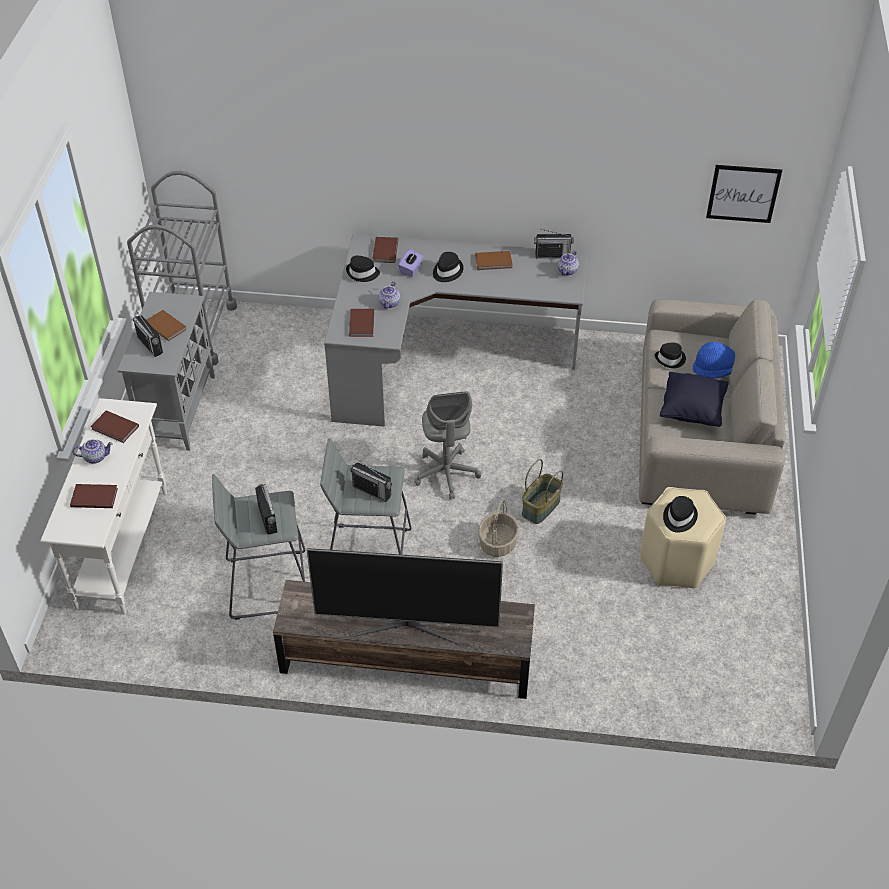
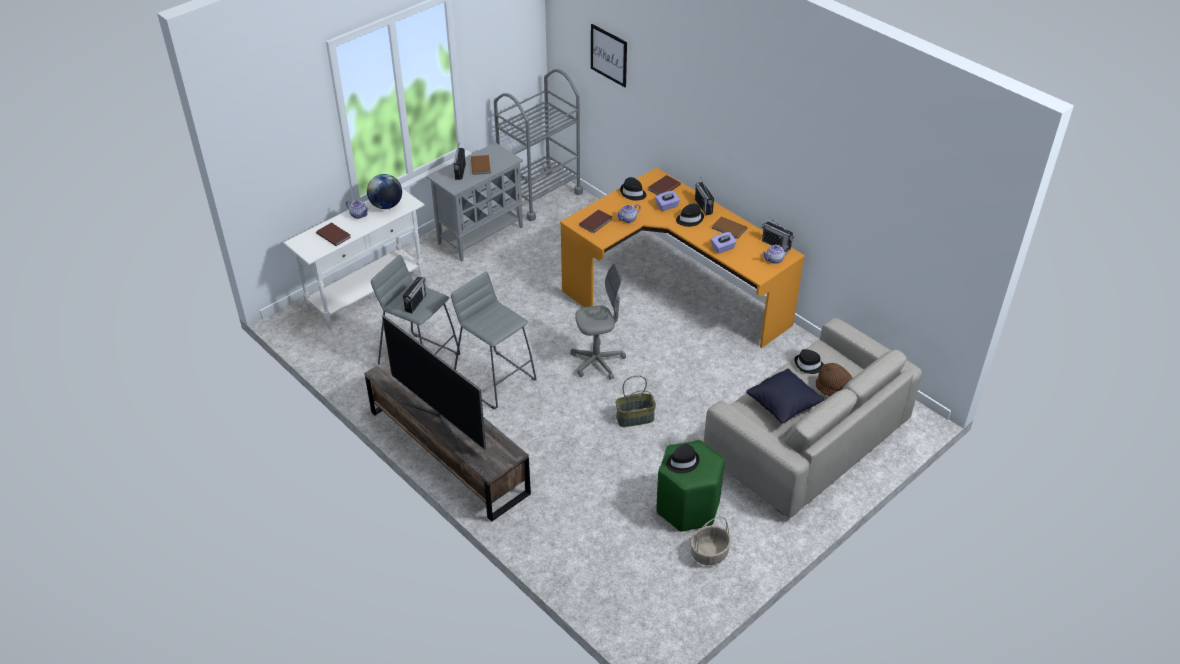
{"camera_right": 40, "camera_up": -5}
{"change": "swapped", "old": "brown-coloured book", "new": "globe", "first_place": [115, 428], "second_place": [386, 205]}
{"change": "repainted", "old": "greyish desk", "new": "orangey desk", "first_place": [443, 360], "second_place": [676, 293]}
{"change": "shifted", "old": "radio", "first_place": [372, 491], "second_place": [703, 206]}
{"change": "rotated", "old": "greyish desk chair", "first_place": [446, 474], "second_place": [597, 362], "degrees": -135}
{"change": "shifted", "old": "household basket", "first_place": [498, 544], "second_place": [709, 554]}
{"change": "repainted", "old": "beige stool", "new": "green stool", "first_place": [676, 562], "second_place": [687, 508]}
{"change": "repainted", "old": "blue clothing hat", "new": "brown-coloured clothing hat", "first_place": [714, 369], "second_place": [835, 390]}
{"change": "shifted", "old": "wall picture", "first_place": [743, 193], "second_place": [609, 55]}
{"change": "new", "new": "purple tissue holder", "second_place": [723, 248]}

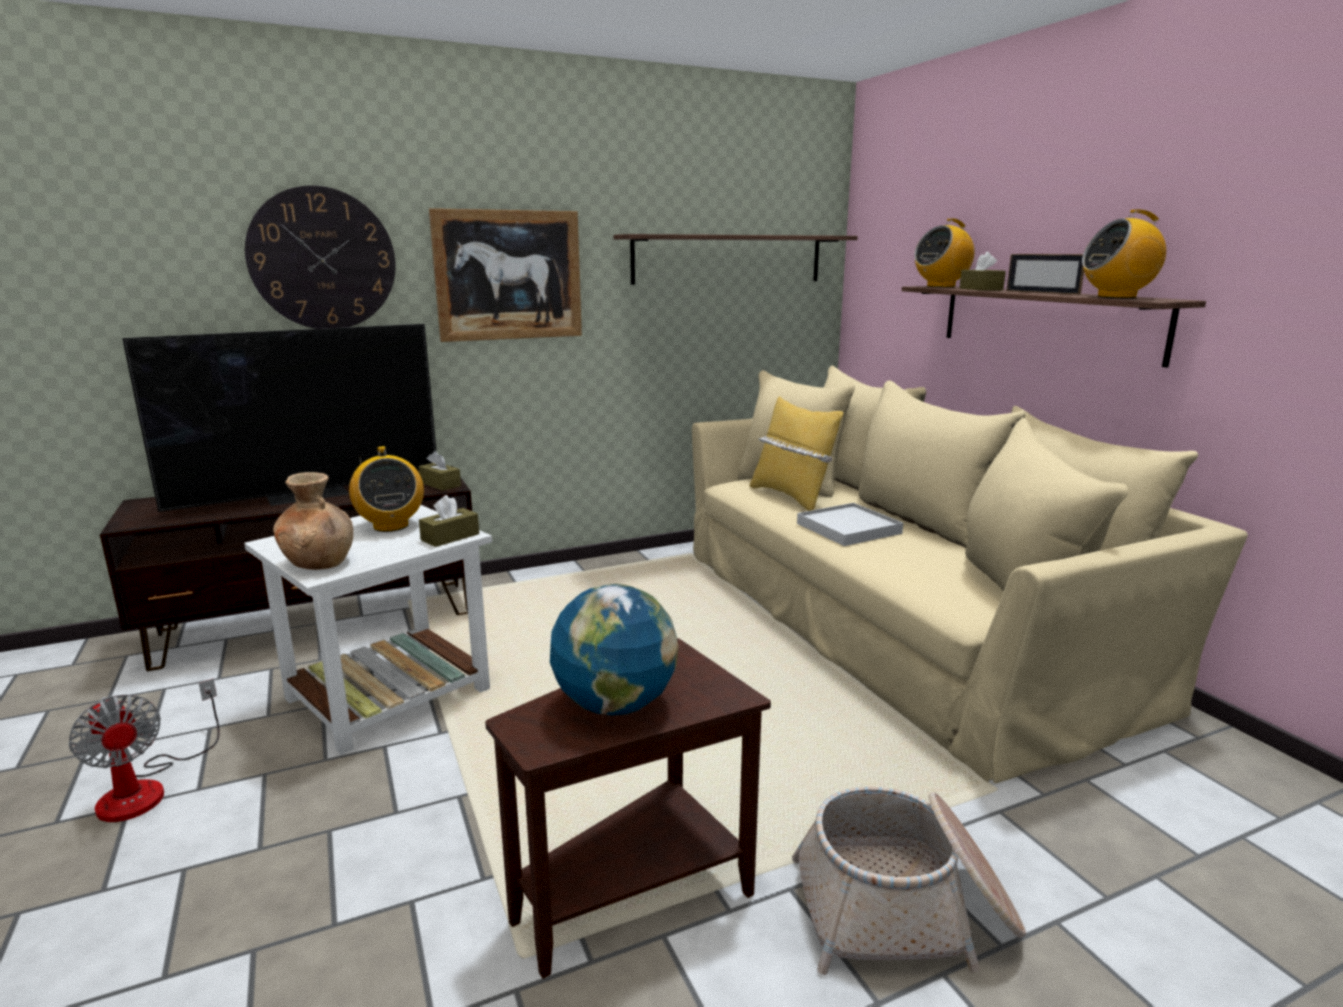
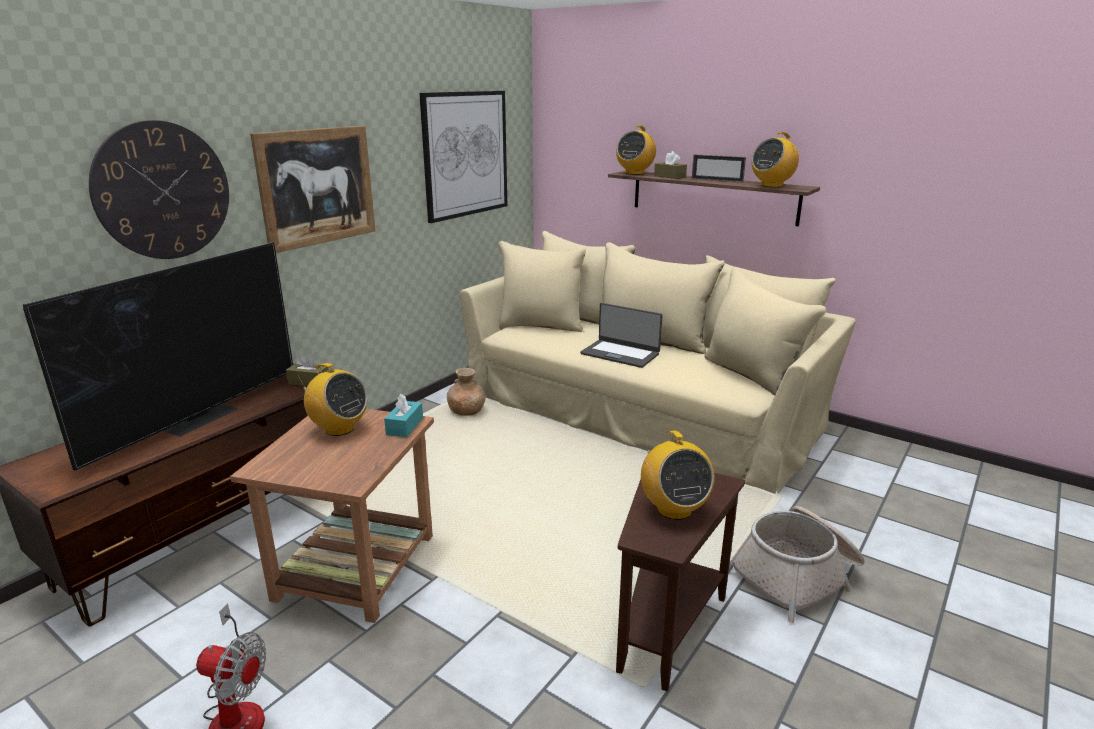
{"camera_right": -30, "camera_up": 5}
{"change": "repainted", "old": "white-coloured end table", "new": "brown-coloured end table", "first_place": [391, 693], "second_place": [357, 565]}
{"change": "shifted", "old": "brown-coloured vase", "first_place": [319, 563], "second_place": [467, 411]}
{"change": "repainted", "old": "brown-coloured tissue holder", "new": "turquoise tissue holder", "first_place": [450, 537], "second_place": [404, 426]}
{"change": "swapped", "old": "globe", "new": "radio", "first_place": [615, 704], "second_place": [673, 509]}
{"change": "swapped", "old": "wall shelf", "new": "wall picture", "first_place": [728, 259], "second_place": [465, 154]}
{"change": "gone", "old": "yellowish pillow", "first_place": [791, 497]}
{"change": "swapped", "old": "white-coloured tray", "new": "notebook computer", "first_place": [849, 528], "second_place": [620, 353]}

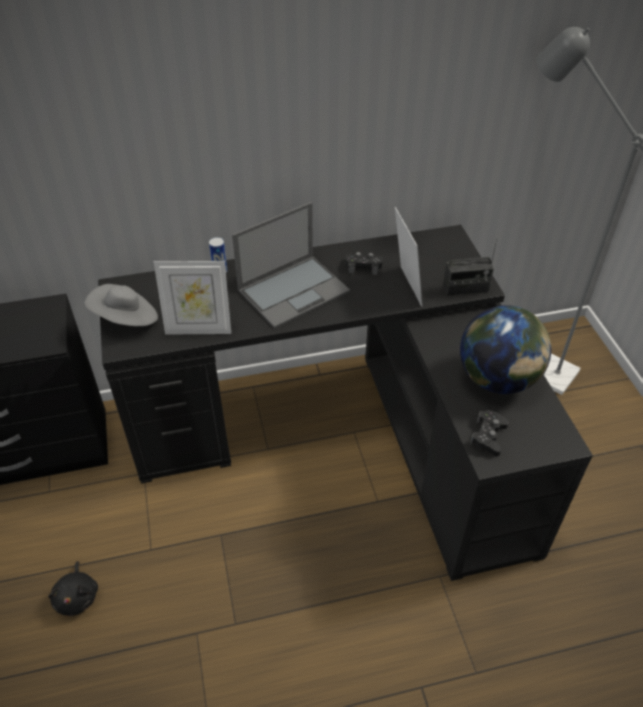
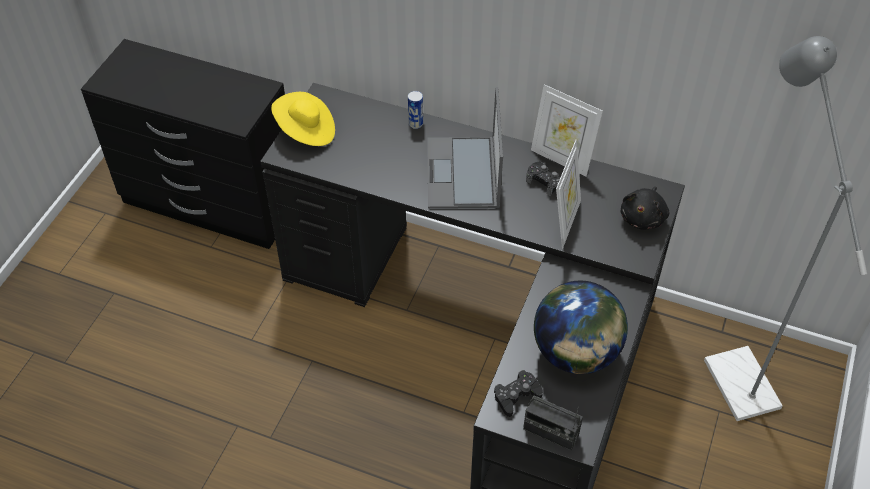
{"camera_right": 35, "camera_up": 5}
{"change": "shifted", "old": "black-coloured plush toy", "first_place": [77, 596], "second_place": [643, 217]}
{"change": "repainted", "old": "greyish clothing hat", "new": "yellowish clothing hat", "first_place": [126, 319], "second_place": [306, 131]}
{"change": "shifted", "old": "picture frame", "first_place": [199, 329], "second_place": [561, 159]}
{"change": "rotated", "old": "notebook computer", "first_place": [294, 290], "second_place": [463, 174], "degrees": 90}
{"change": "shifted", "old": "radio", "first_place": [465, 289], "second_place": [550, 432]}

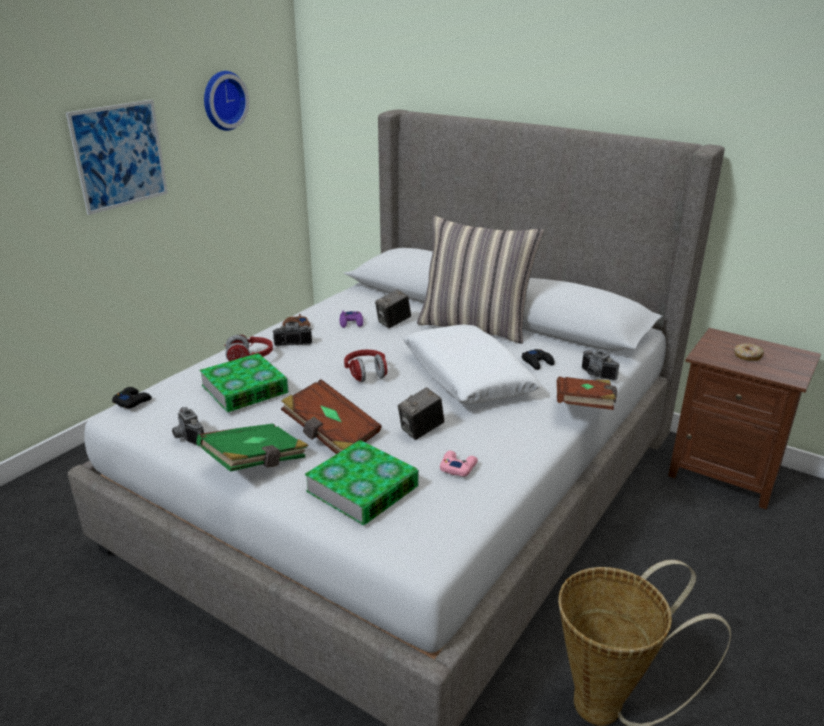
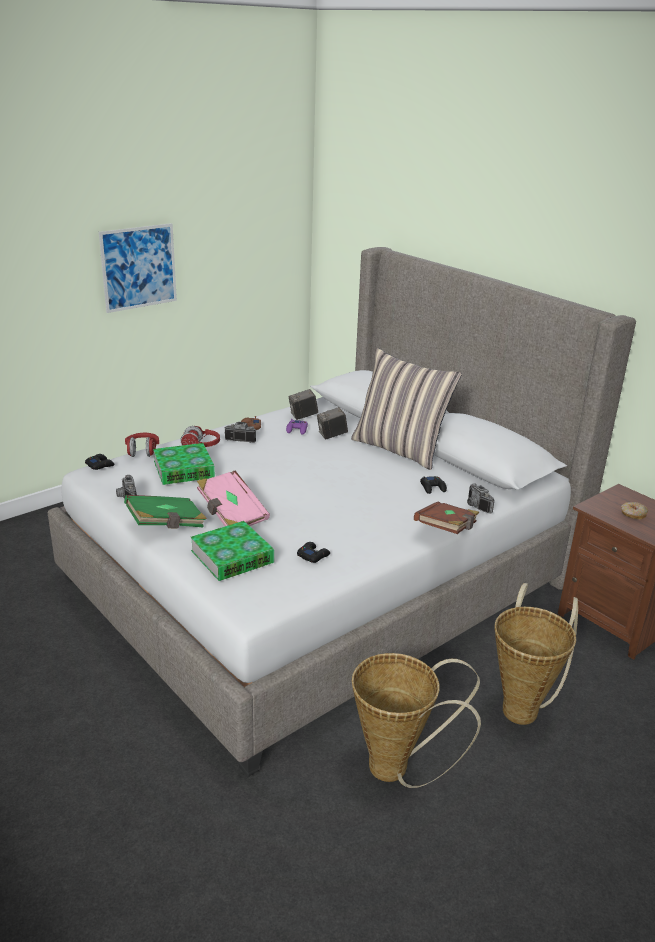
{"camera_right": 15, "camera_up": 0}
{"change": "gone", "old": "hanging clock", "first_place": [222, 100]}
{"change": "repainted", "old": "brown-coloured book", "new": "pink-coloured book", "first_place": [331, 434], "second_place": [231, 514]}
{"change": "shifted", "old": "red-coloured pair of headphones", "first_place": [366, 374], "second_place": [142, 451]}
{"change": "shifted", "old": "still camera", "first_place": [421, 431], "second_place": [303, 416]}
{"change": "gone", "old": "white-coloured pillow", "first_place": [467, 377]}
{"change": "repainted", "old": "pink-coloured gamepad", "new": "black-coloured gamepad", "first_place": [458, 467], "second_place": [313, 555]}
{"change": "new", "new": "household basket", "second_place": [522, 707]}

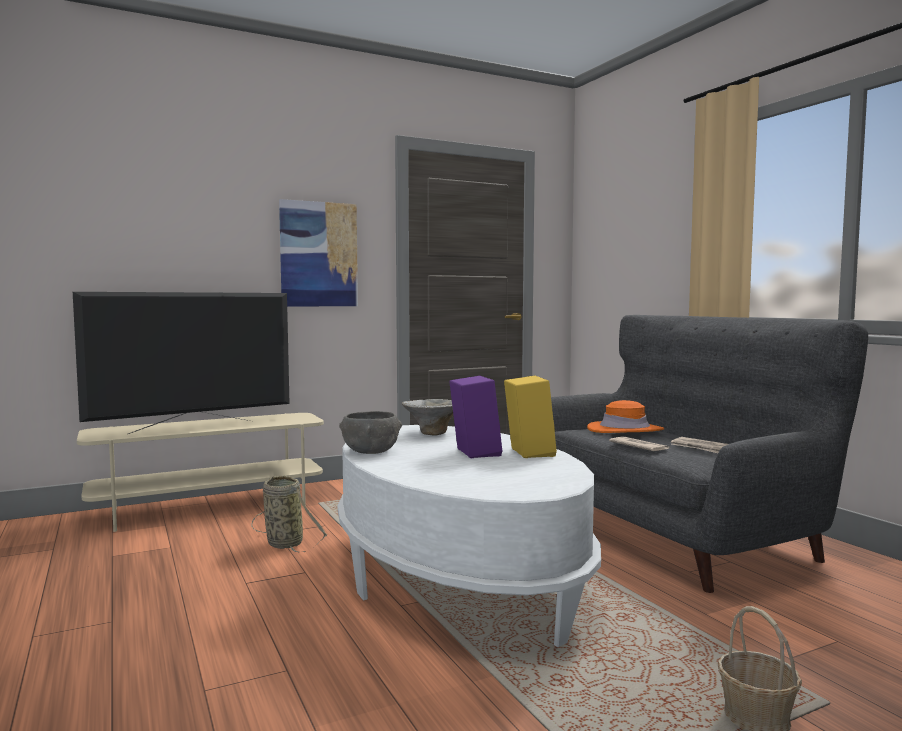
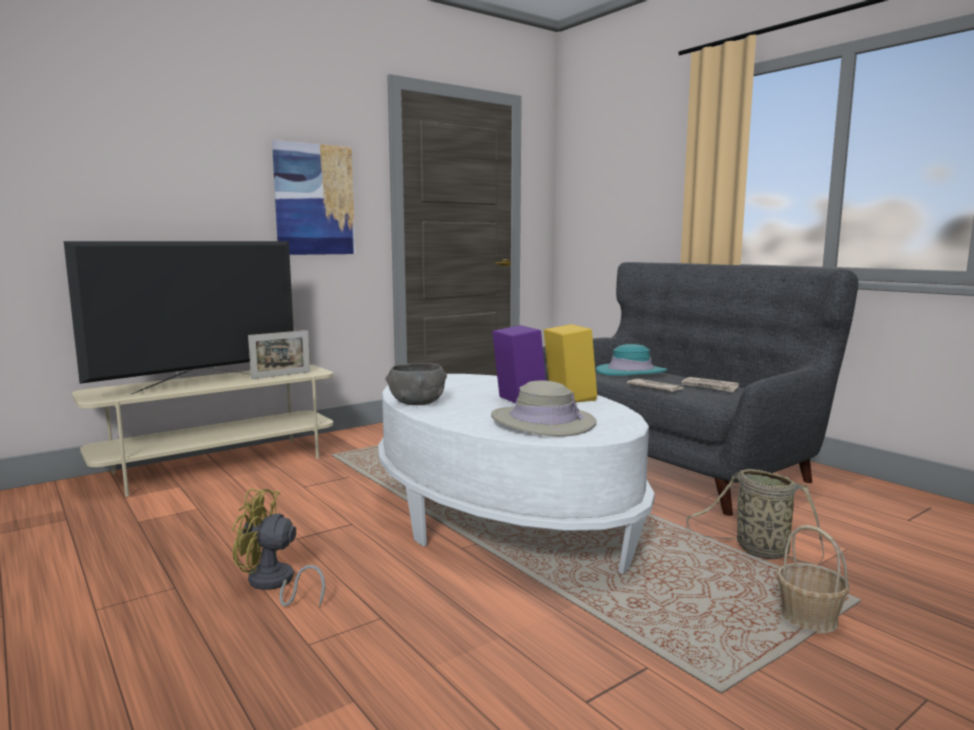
{"camera_right": -10, "camera_up": 5}
{"change": "shifted", "old": "household basket", "first_place": [283, 543], "second_place": [757, 550]}
{"change": "gone", "old": "serving bowl", "first_place": [432, 433]}
{"change": "repainted", "old": "orangey clothing hat", "new": "turquoise clothing hat", "first_place": [625, 430], "second_place": [631, 372]}
{"change": "new", "new": "yellowish fan", "second_place": [274, 584]}
{"change": "new", "new": "picture frame", "second_place": [281, 375]}
{"change": "new", "new": "beige clothing hat", "second_place": [543, 422]}

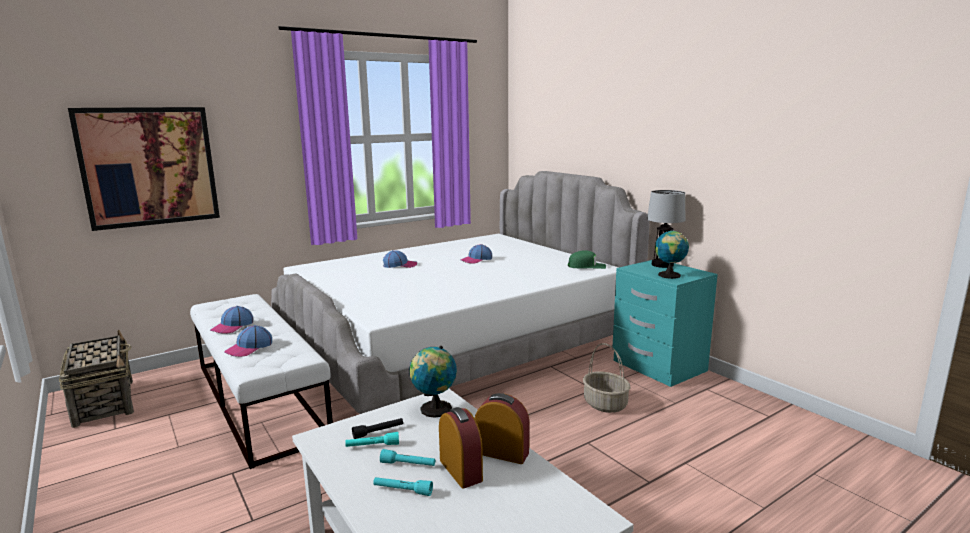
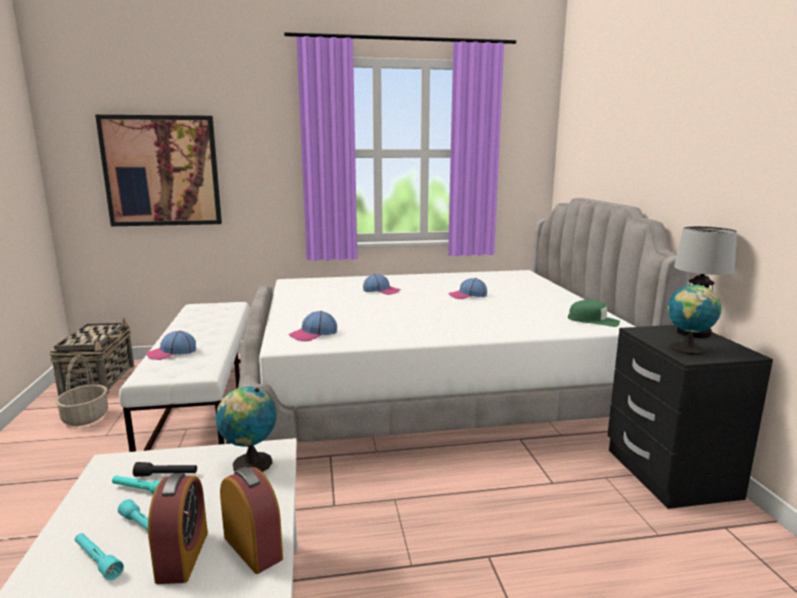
{"camera_right": 25, "camera_up": 0}
{"change": "shifted", "old": "cap", "first_place": [232, 326], "second_place": [313, 334]}
{"change": "shifted", "old": "household basket", "first_place": [604, 404], "second_place": [85, 417]}
{"change": "repainted", "old": "turquoise night table", "new": "black-coloured night table", "first_place": [658, 366], "second_place": [669, 474]}

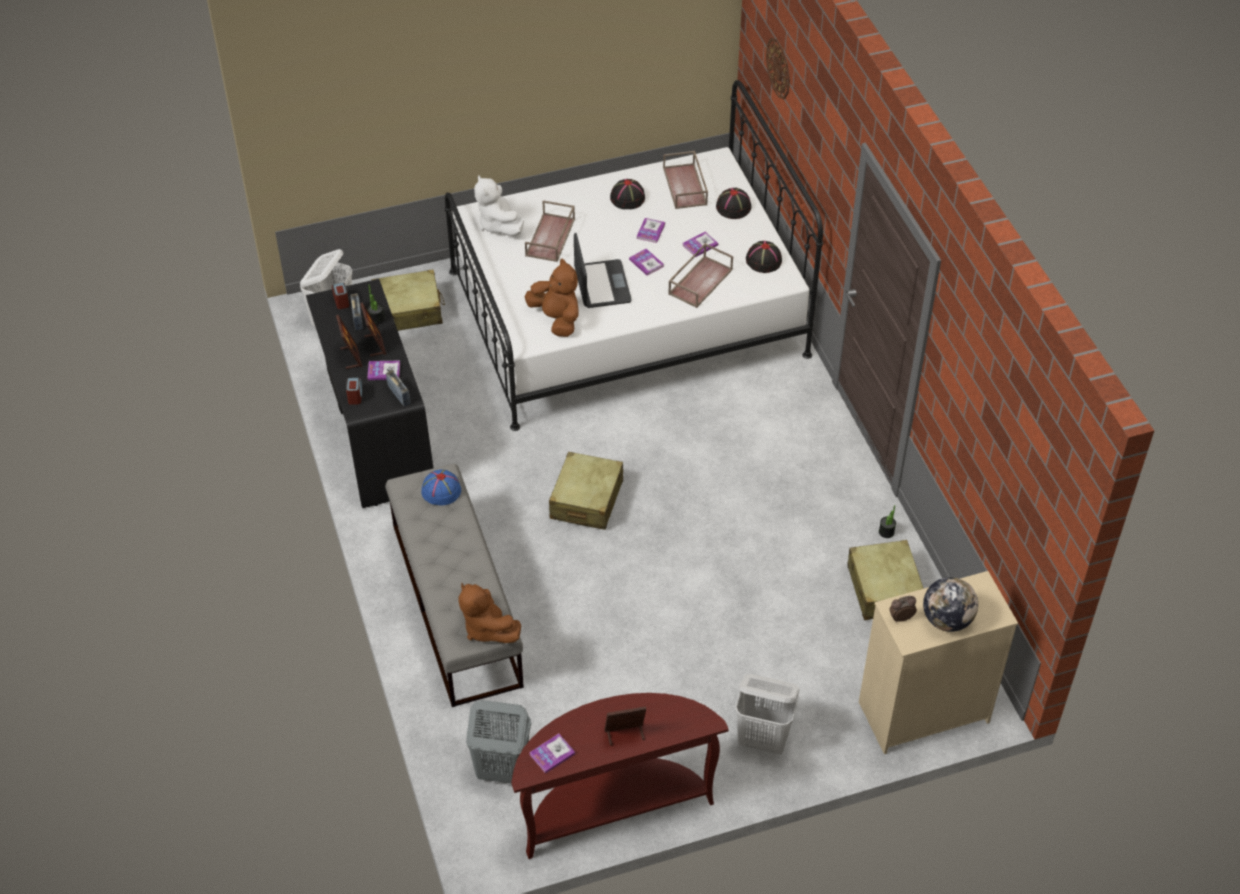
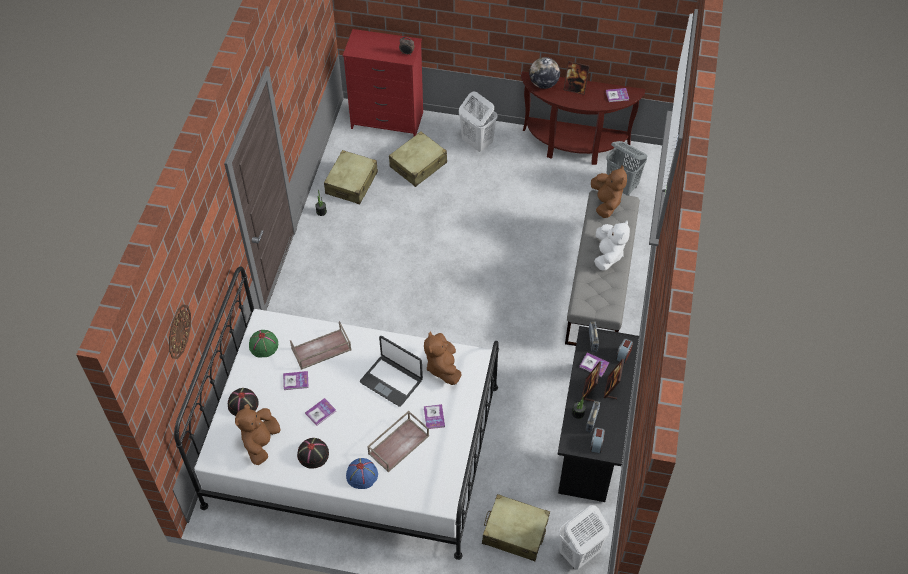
{"camera_right": -150, "camera_up": 5}
{"change": "shifted", "old": "blue clothing hat", "first_place": [441, 491], "second_place": [362, 475]}
{"change": "shifted", "old": "white-coloured plush toy", "first_place": [498, 225], "second_place": [608, 255]}
{"change": "shifted", "old": "beige piece of luggage", "first_place": [586, 500], "second_place": [418, 165]}
{"change": "rotated", "old": "notebook computer", "first_place": [601, 285], "second_place": [391, 380], "degrees": -75}
{"change": "shifted", "old": "book", "first_place": [646, 263], "second_place": [434, 417]}
{"change": "swapped", "old": "brown-coloured tray", "new": "brown-coloured plush toy", "first_place": [685, 186], "second_place": [261, 443]}
{"change": "repainted", "old": "black-coloured clothing hat", "new": "green clothing hat", "first_place": [763, 260], "second_place": [263, 345]}
{"change": "repainted", "old": "beige chest of drawers", "new": "red-coloured chest of drawers", "first_place": [923, 711], "second_place": [387, 120]}
{"change": "shifted", "old": "globe", "first_place": [947, 620], "second_place": [543, 84]}

